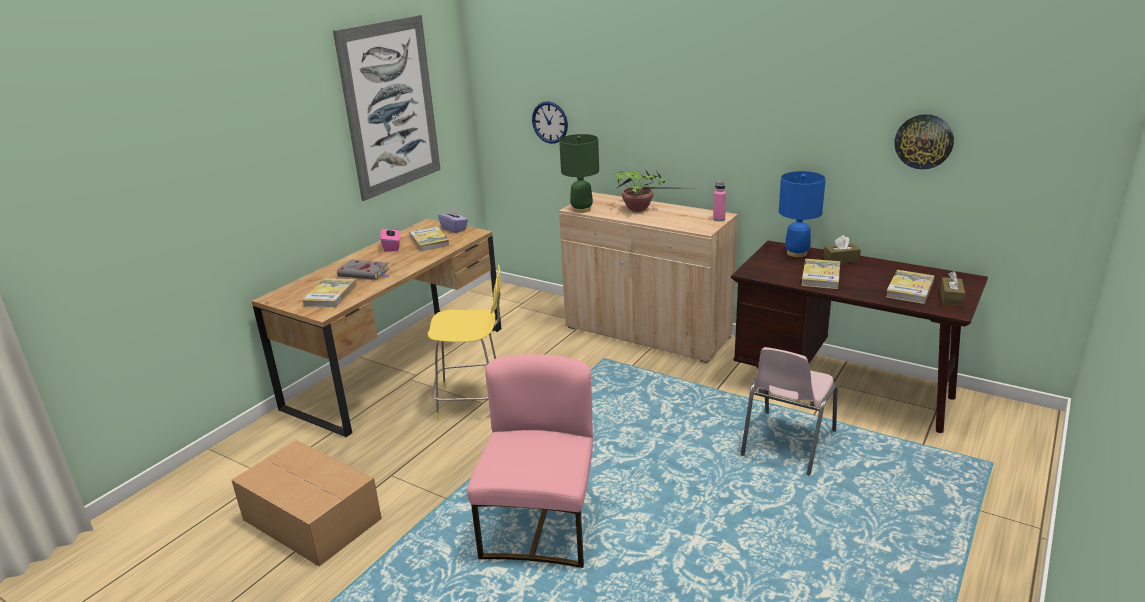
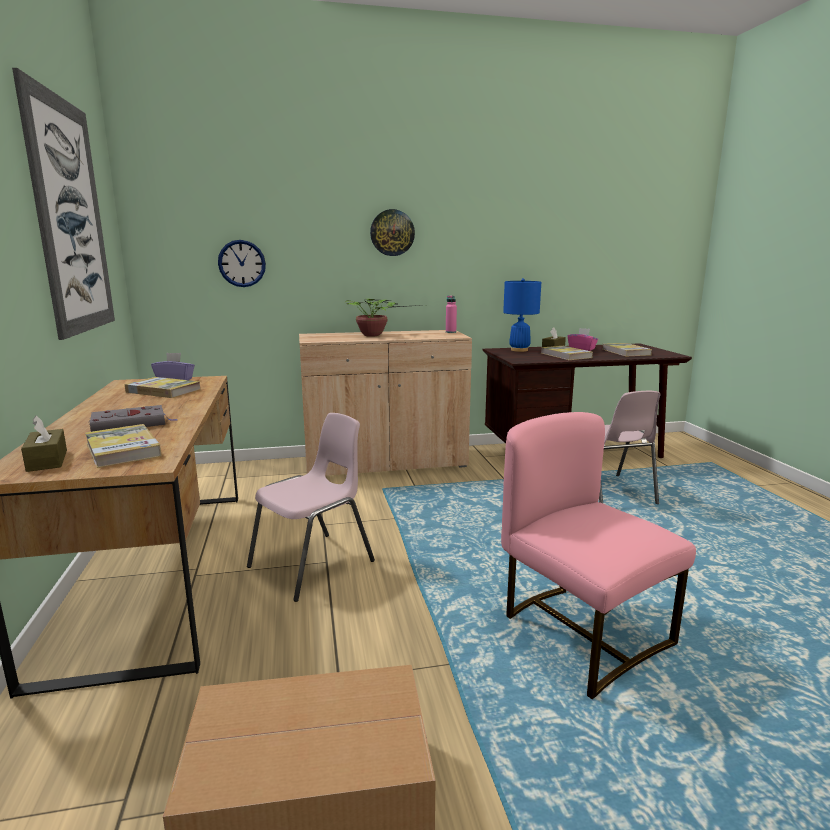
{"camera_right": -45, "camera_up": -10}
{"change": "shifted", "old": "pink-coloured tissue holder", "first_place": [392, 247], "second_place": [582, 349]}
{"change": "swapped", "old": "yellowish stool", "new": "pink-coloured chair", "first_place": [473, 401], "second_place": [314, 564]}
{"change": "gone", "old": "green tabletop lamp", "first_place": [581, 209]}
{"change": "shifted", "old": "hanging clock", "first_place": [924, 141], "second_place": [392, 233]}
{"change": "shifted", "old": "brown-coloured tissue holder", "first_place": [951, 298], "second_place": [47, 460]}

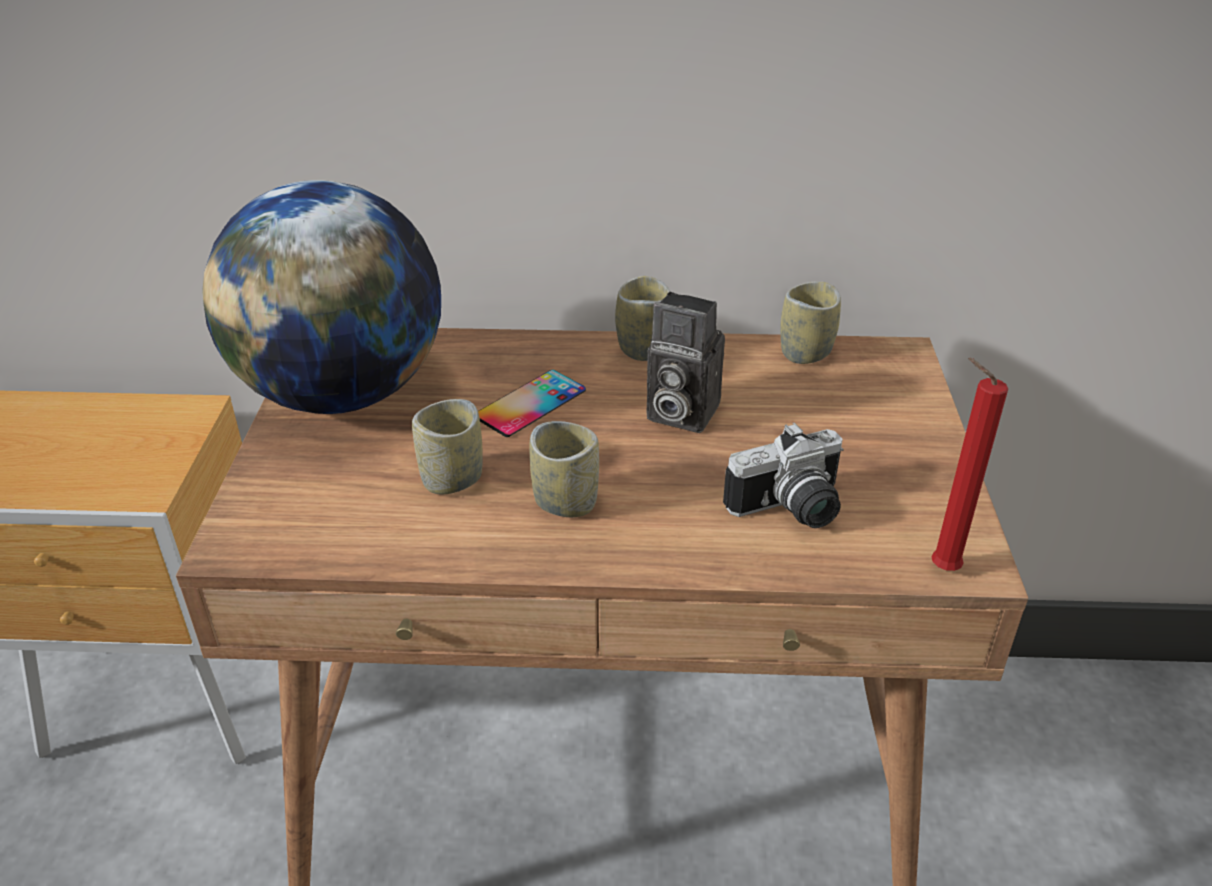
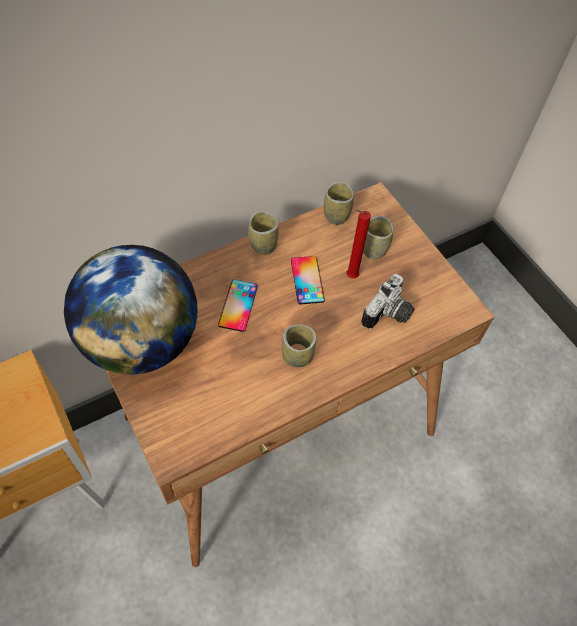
{"camera_right": -35, "camera_up": 20}
{"change": "shifted", "old": "small cup", "first_place": [452, 479], "second_place": [374, 249]}
{"change": "swapped", "old": "still camera", "new": "phone", "first_place": [677, 413], "second_place": [307, 280]}
{"change": "shifted", "old": "red-coloured wax light", "first_place": [939, 568], "second_place": [350, 276]}

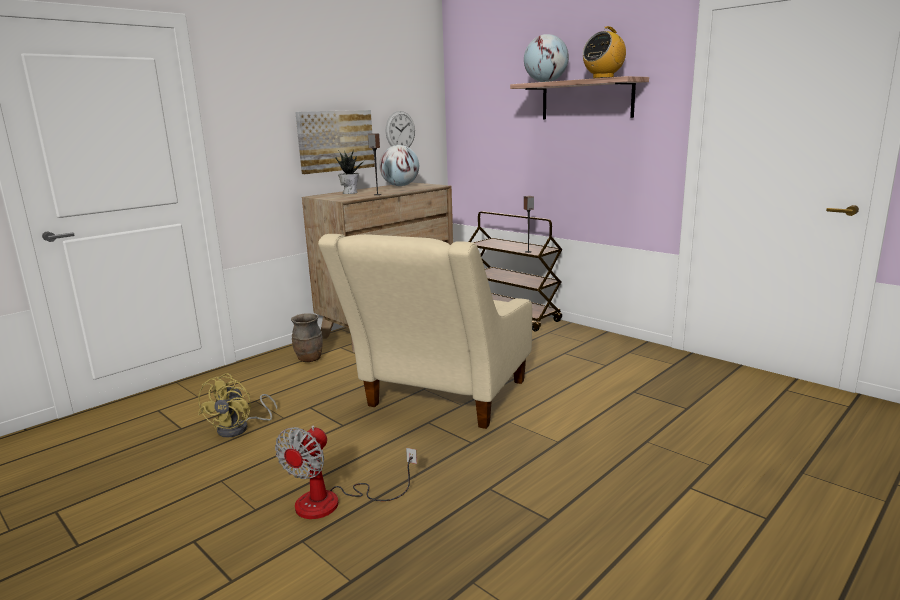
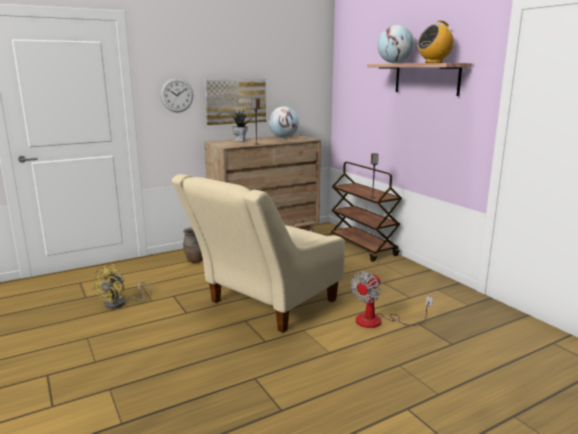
{"camera_right": 15, "camera_up": 0}
{"change": "shifted", "old": "fan", "first_place": [334, 502], "second_place": [378, 321]}
{"change": "shifted", "old": "hanging clock", "first_place": [400, 131], "second_place": [177, 95]}

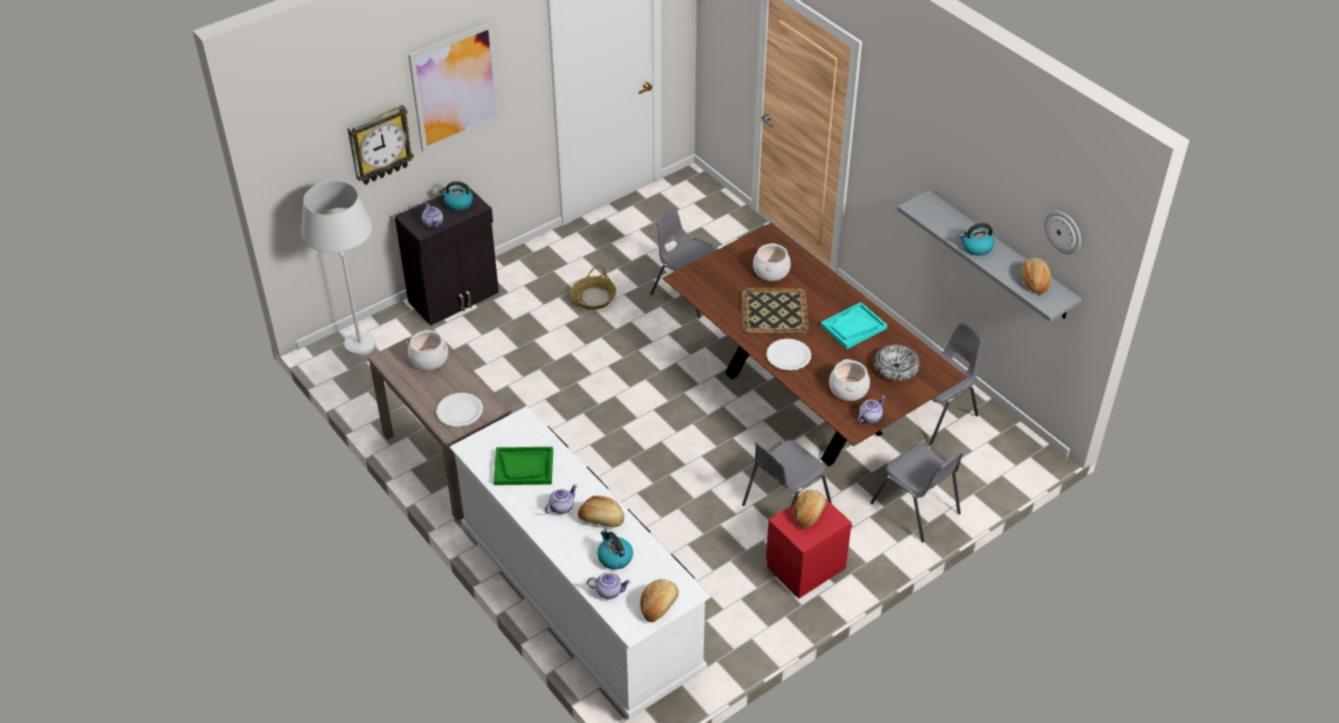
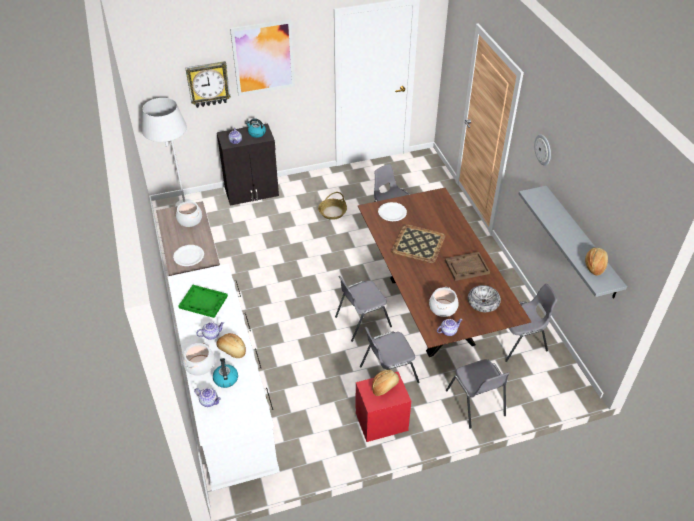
{"camera_right": 20, "camera_up": 0}
{"change": "gone", "old": "bread", "first_place": [659, 605]}
{"change": "shifted", "old": "stockpot", "first_place": [771, 271], "second_place": [199, 365]}
{"change": "shifted", "old": "white-coloured flat dish", "first_place": [788, 355], "second_place": [392, 212]}
{"change": "repainted", "old": "turquoise tray", "new": "brown-coloured tray", "first_place": [853, 327], "second_place": [466, 267]}
{"change": "gone", "old": "water kettle", "first_place": [976, 247]}
{"change": "shifted", "old": "hanging clock", "first_place": [1063, 231], "second_place": [543, 149]}
{"change": "new", "new": "greyish chair", "second_place": [361, 321]}

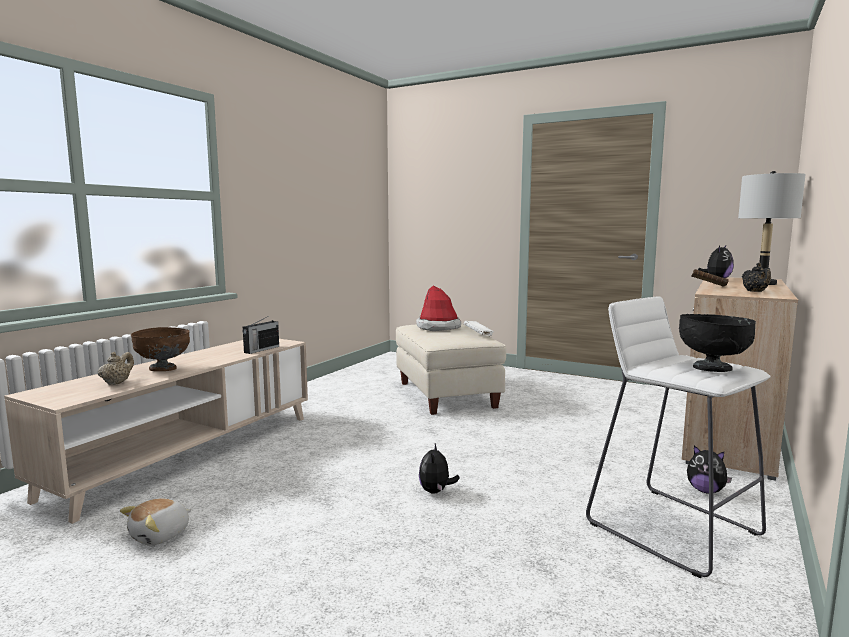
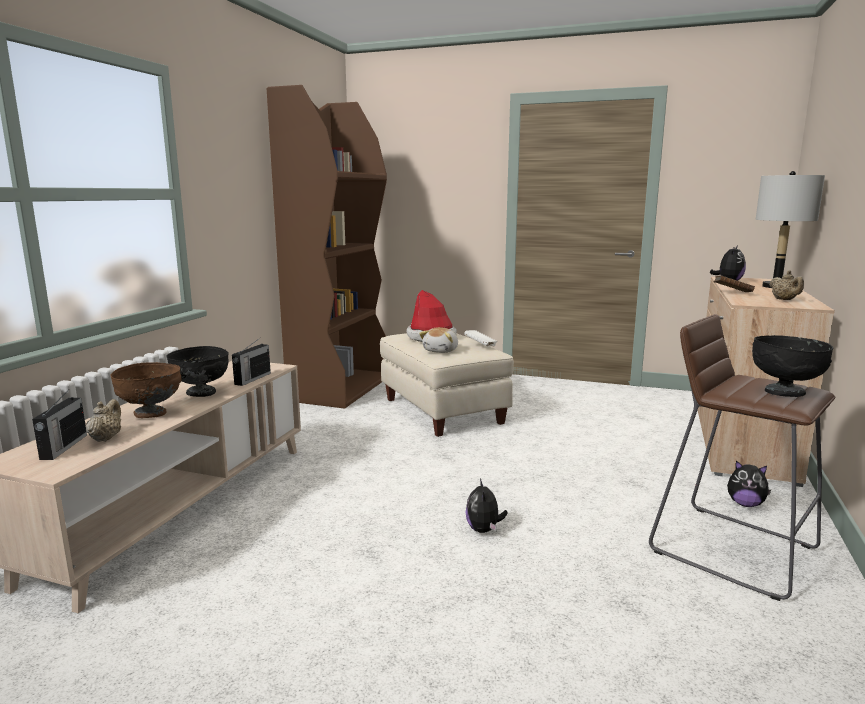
{"camera_right": -10, "camera_up": 5}
{"change": "shifted", "old": "plush toy", "first_place": [160, 535], "second_place": [441, 351]}
{"change": "repainted", "old": "white-coloured stool", "new": "brown-coloured stool", "first_place": [672, 527], "second_place": [731, 548]}
{"change": "repainted", "old": "black-coloured tea pot", "new": "beige tea pot", "first_place": [755, 292], "second_place": [784, 300]}
{"change": "new", "new": "radio", "second_place": [63, 447]}
{"change": "new", "new": "black-coloured serving bowl", "second_place": [201, 393]}
{"change": "new", "new": "brown-coloured shelving unit", "second_place": [341, 388]}

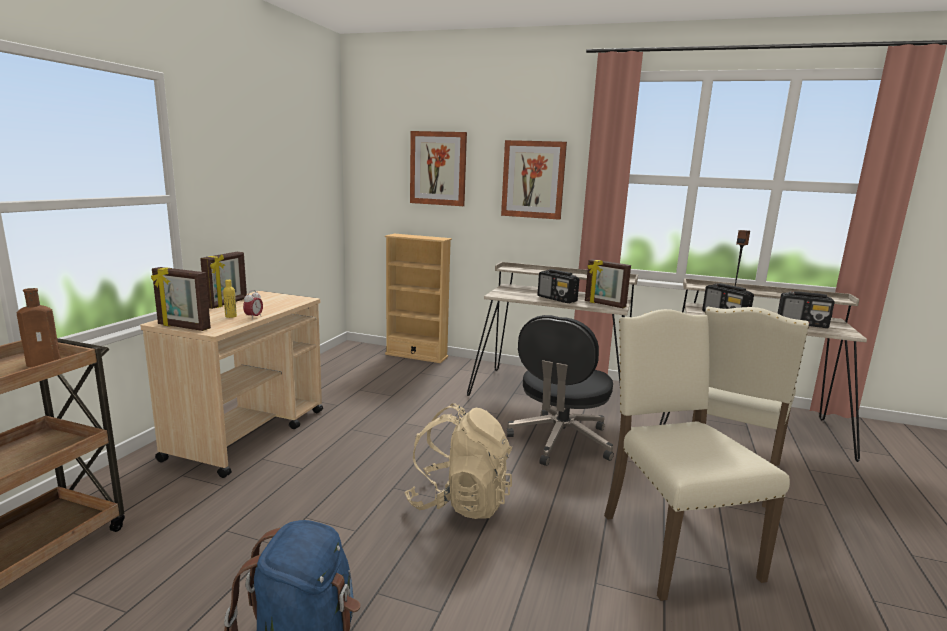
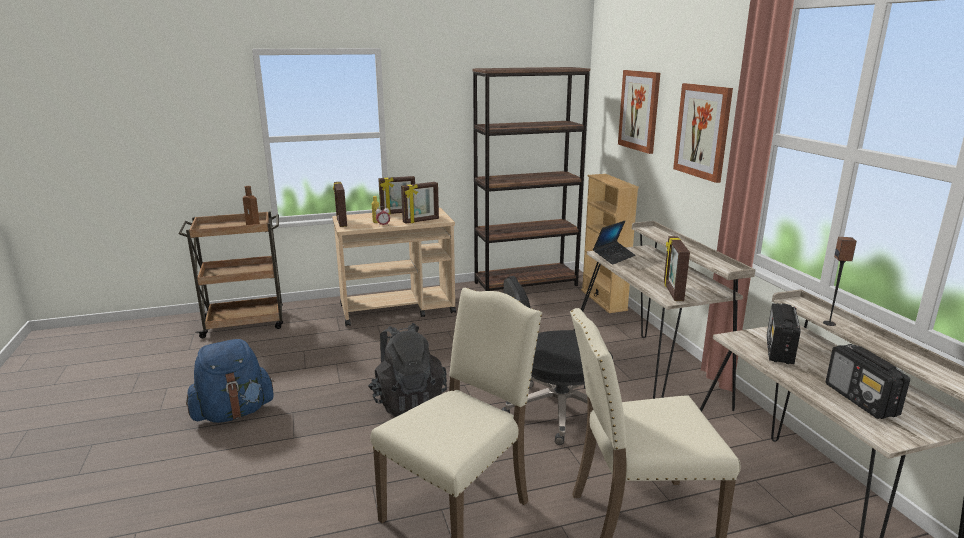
{"camera_right": 55, "camera_up": 5}
{"change": "repainted", "old": "beige backpack", "new": "black-coloured backpack", "first_place": [459, 502], "second_place": [408, 402]}
{"change": "gone", "old": "radio", "first_place": [557, 299]}
{"change": "new", "new": "picture frame", "second_place": [421, 221]}
{"change": "new", "new": "brown-coloured shelving unit", "second_place": [526, 284]}
{"change": "new", "new": "notebook computer", "second_place": [613, 257]}

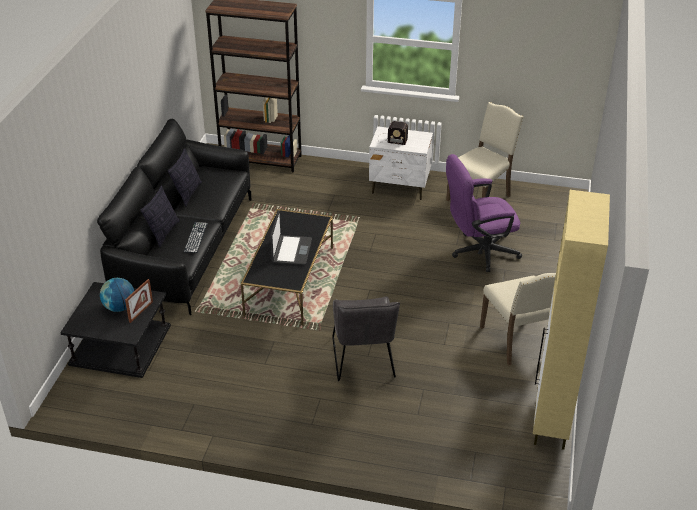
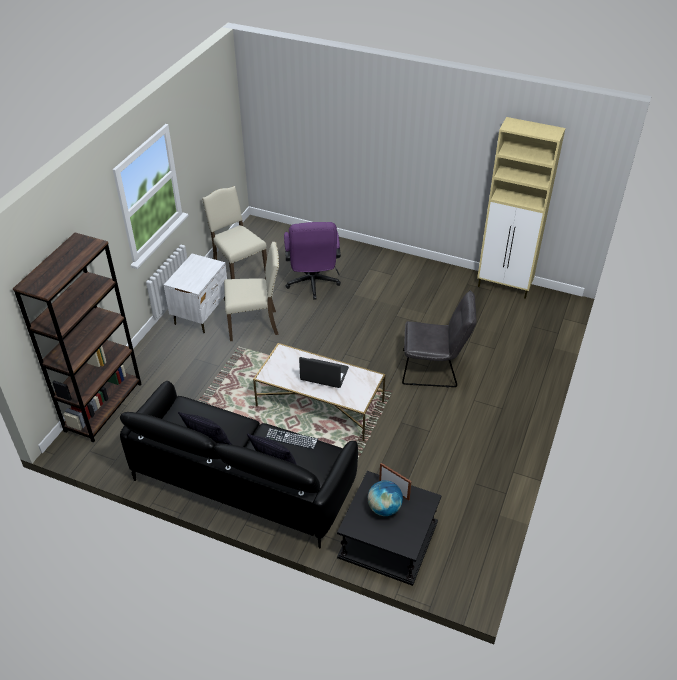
{"camera_right": -80, "camera_up": 5}
{"change": "repainted", "old": "black-coloured low table", "new": "white-coloured low table", "first_place": [290, 281], "second_place": [319, 404]}
{"change": "gone", "old": "radio", "first_place": [391, 139]}
{"change": "shifted", "old": "beige chair", "first_place": [517, 341], "second_place": [254, 324]}

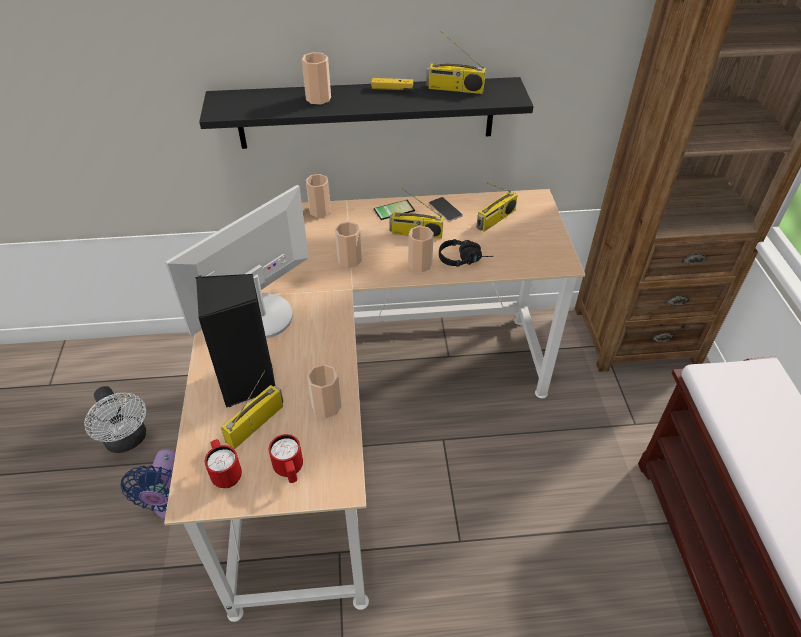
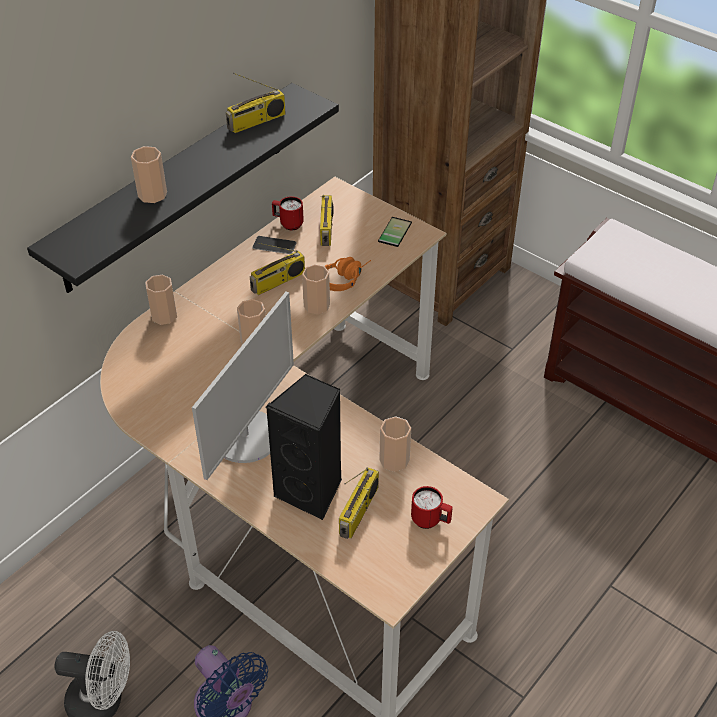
{"camera_right": -45, "camera_up": 0}
{"change": "rotated", "old": "computer display", "first_place": [261, 316], "second_place": [245, 436], "degrees": -150}
{"change": "shifted", "old": "red-coloured tea mug", "first_place": [225, 473], "second_place": [288, 224]}
{"change": "rotated", "old": "radio", "first_place": [255, 422], "second_place": [359, 512], "degrees": -150}
{"change": "gone", "old": "yellowish gamepad", "first_place": [392, 88]}
{"change": "shifted", "old": "phone", "first_place": [393, 209], "second_place": [392, 231]}
{"change": "repainted", "old": "black-coloured pair of headphones", "new": "orangey pair of headphones", "first_place": [464, 259], "second_place": [345, 278]}

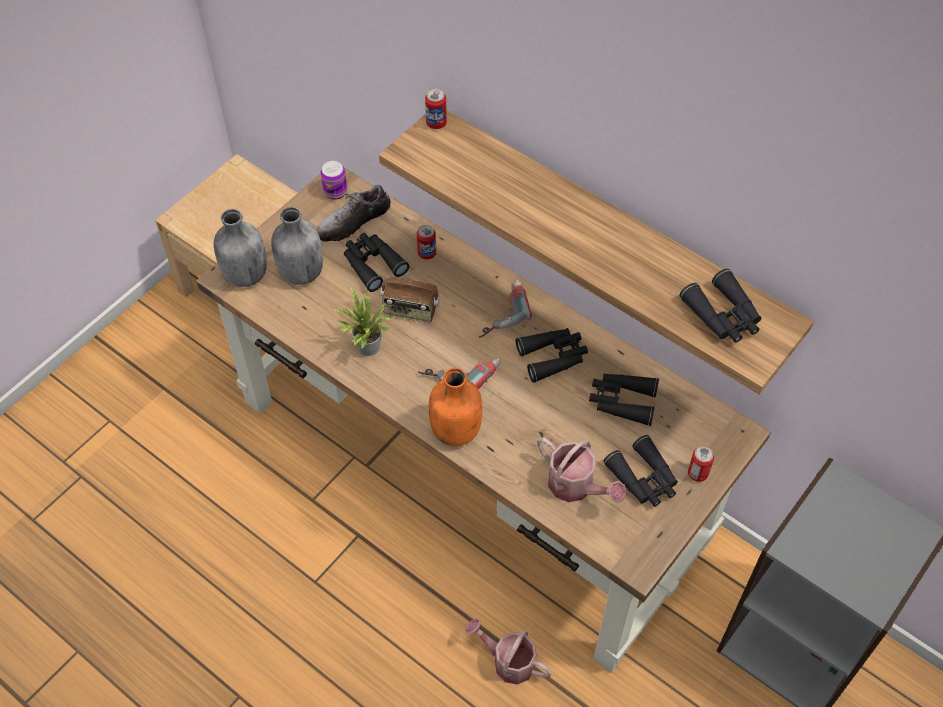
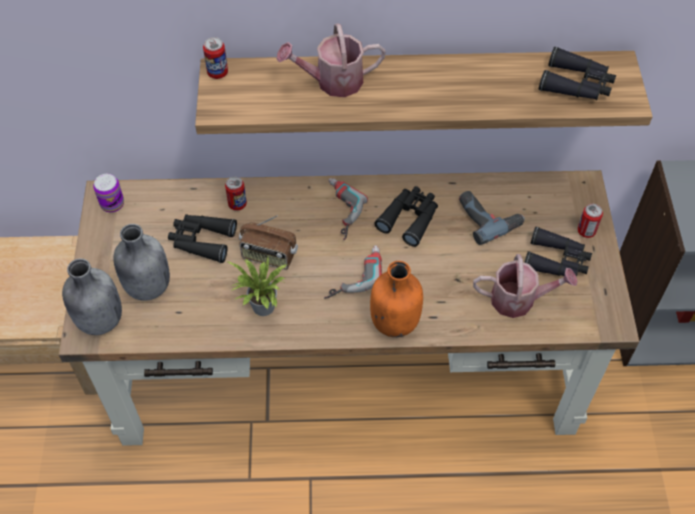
{"camera_right": -40, "camera_up": 0}
{"change": "gone", "old": "item of footwear", "first_place": [353, 222]}
{"change": "rotated", "old": "radio", "first_place": [410, 311], "second_place": [269, 256], "degrees": 45}
{"change": "shifted", "old": "sprinkling can", "first_place": [508, 661], "second_place": [332, 81]}
{"change": "swapped", "old": "black-coloured field glasses", "new": "drill", "first_place": [621, 401], "second_place": [488, 217]}

